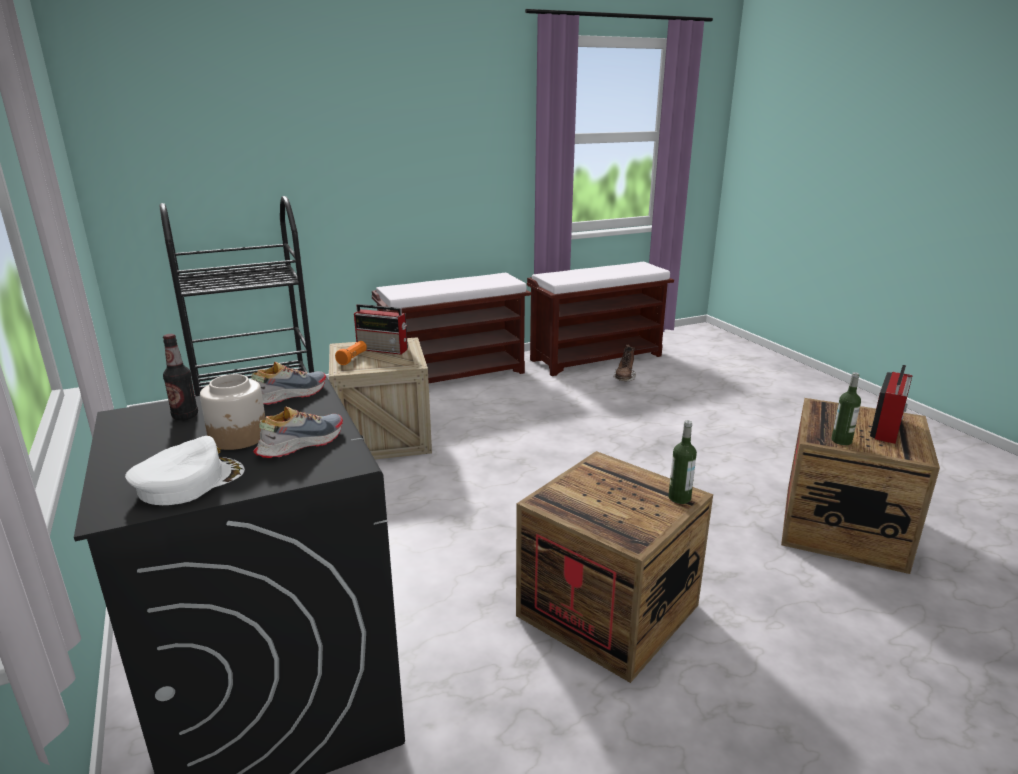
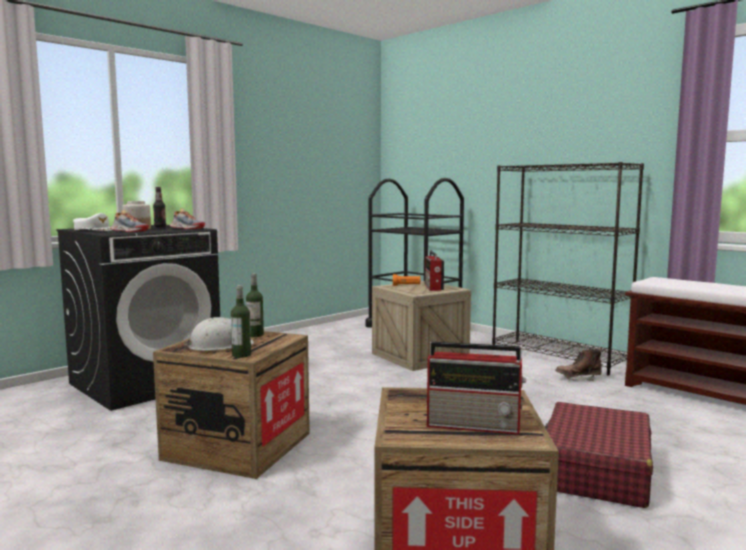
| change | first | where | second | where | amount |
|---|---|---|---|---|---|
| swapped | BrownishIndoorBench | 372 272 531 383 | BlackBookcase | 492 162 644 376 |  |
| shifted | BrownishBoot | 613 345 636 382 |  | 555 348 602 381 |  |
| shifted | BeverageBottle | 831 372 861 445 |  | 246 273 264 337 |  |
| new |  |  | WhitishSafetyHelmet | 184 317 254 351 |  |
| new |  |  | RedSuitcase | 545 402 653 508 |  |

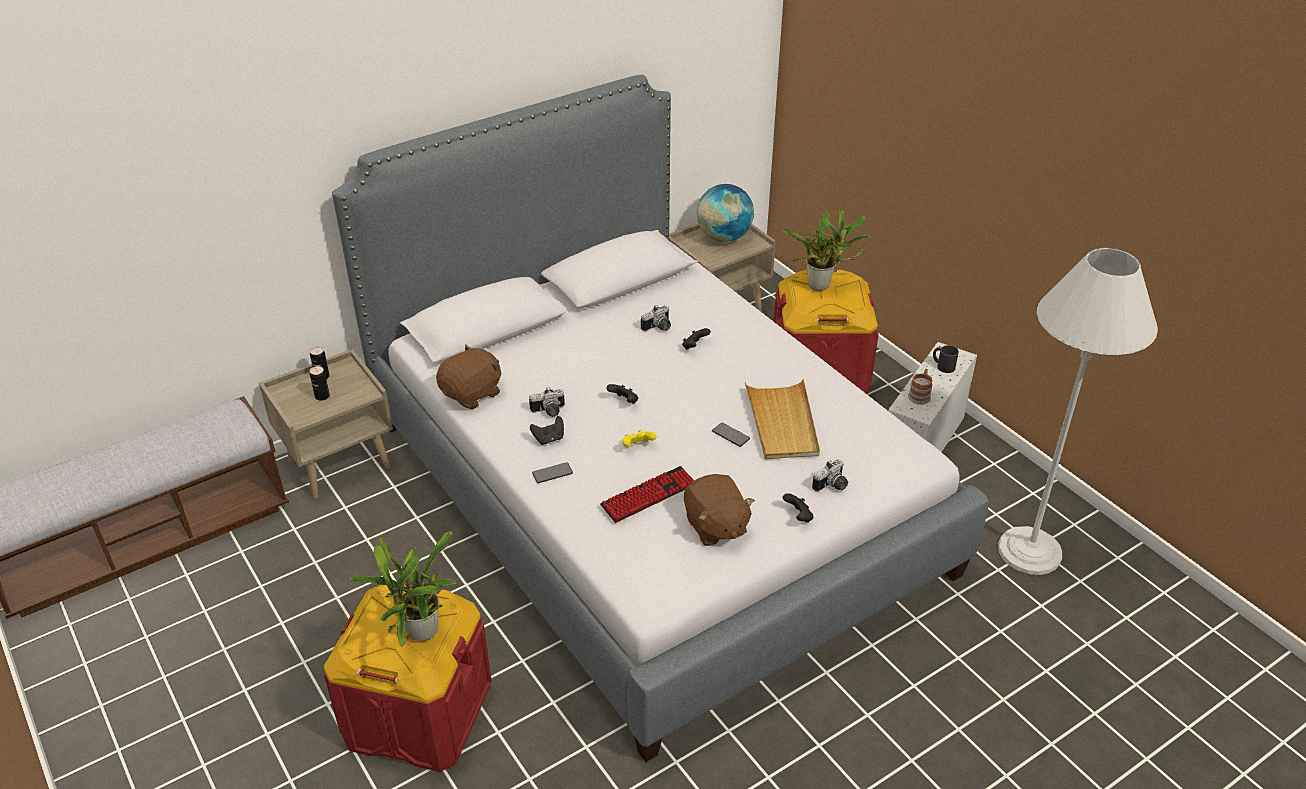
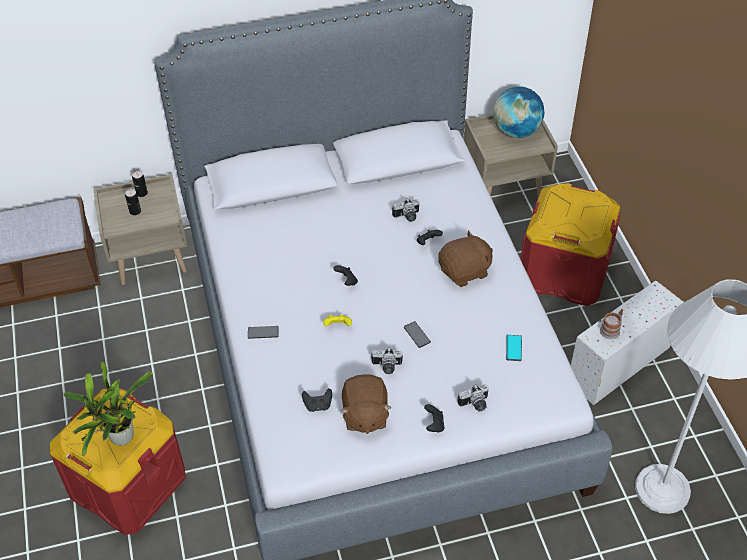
| change | first | where | second | where | amount |
|---|---|---|---|---|---|
| gone | PottedPlant | 777 209 875 291 |  |  |  |
| shifted | BrownishPlushToy | 436 344 501 409 |  | 438 230 493 287 |  |
| gone | BlackCoffeeMug | 933 345 959 373 |  |  |  |
| gone | BeigeServingTray | 745 379 820 459 |  |  |  |
| shifted | StillCamera | 529 387 565 417 |  | 371 347 403 374 |  |
| shifted | BlackJoypad | 530 416 564 445 |  | 302 388 332 412 |  |
| gone | Keyboard | 600 466 694 523 |  |  |  |
| new |  |  | Handset | 506 335 522 361 |  |

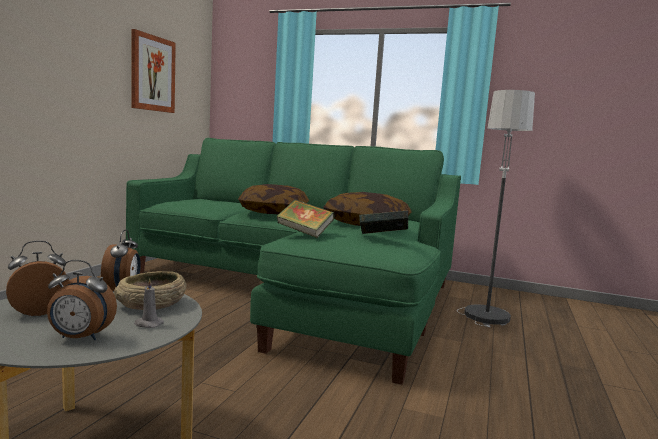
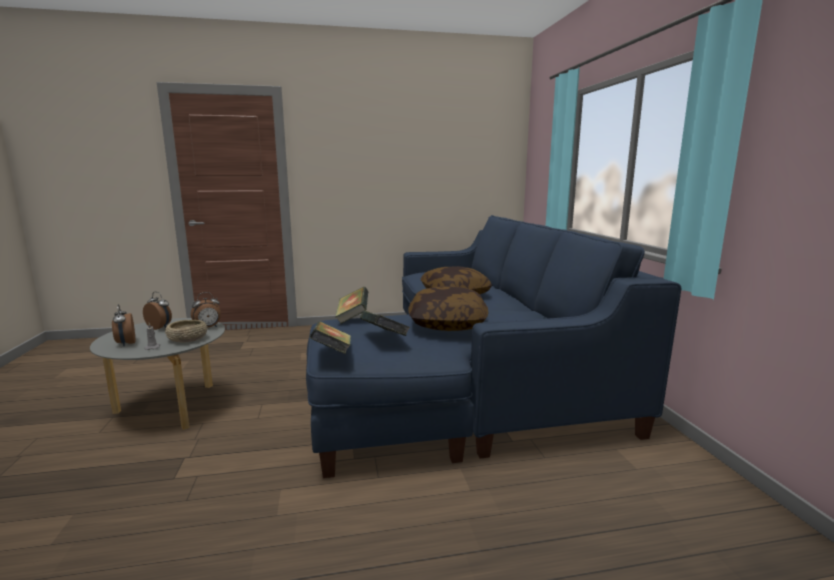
| change | first | where | second | where | amount |
|---|---|---|---|---|---|
| gone | WallArt | 131 29 176 113 |  |  |  |
| gone | StandardLamp | 457 90 535 327 |  |  |  |
| repainted | GreenishSettee | 126 138 461 385 | BlueColouredSettee | 306 215 681 478 |  |
| new |  |  | BoundBook | 310 321 351 354 |  |

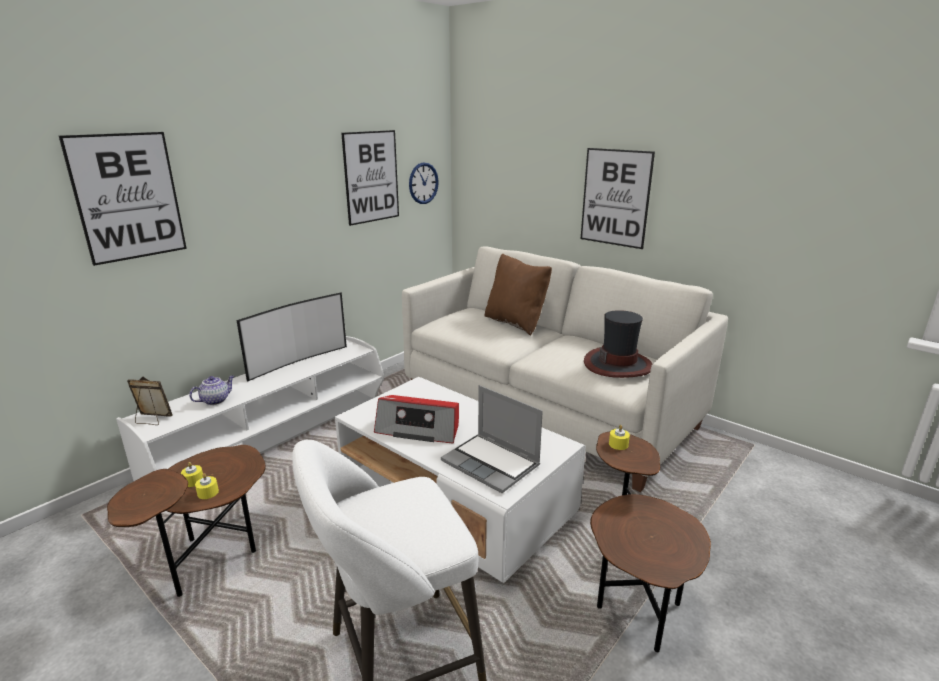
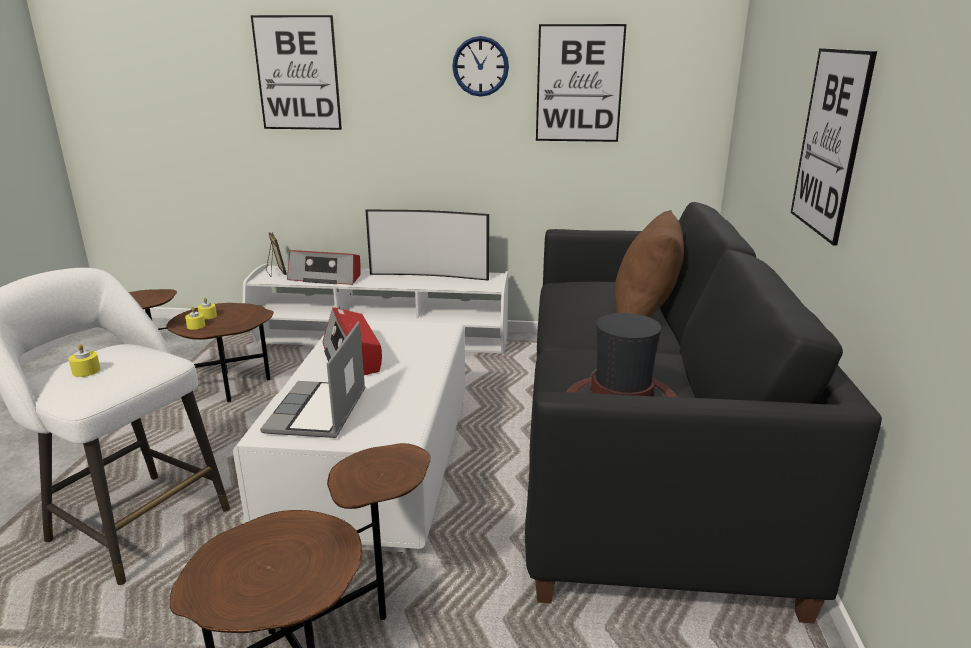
| change | first | where | second | where | amount |
|---|---|---|---|---|---|
| shifted | HangingClock | 409 162 439 204 |  | 452 36 509 97 |  |
| repainted | WhitishSettee | 402 247 728 492 | BlackSettee | 525 202 882 623 |  |
| swapped | TeaPot | 189 375 234 405 | Radio | 287 250 361 285 |  |
| shifted | YellowColouredCandle | 609 425 630 450 |  | 68 344 101 377 |  |

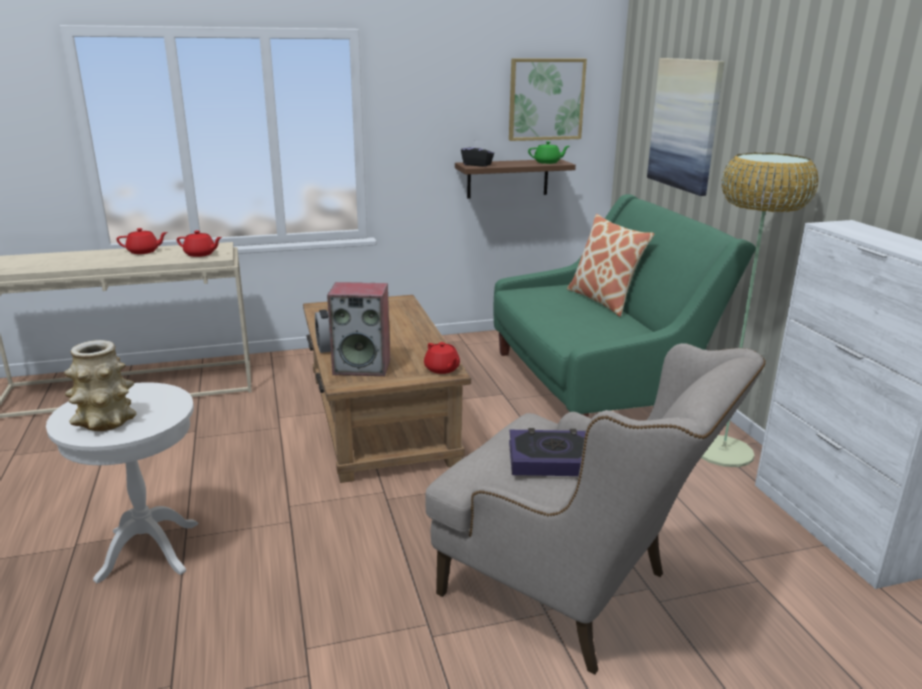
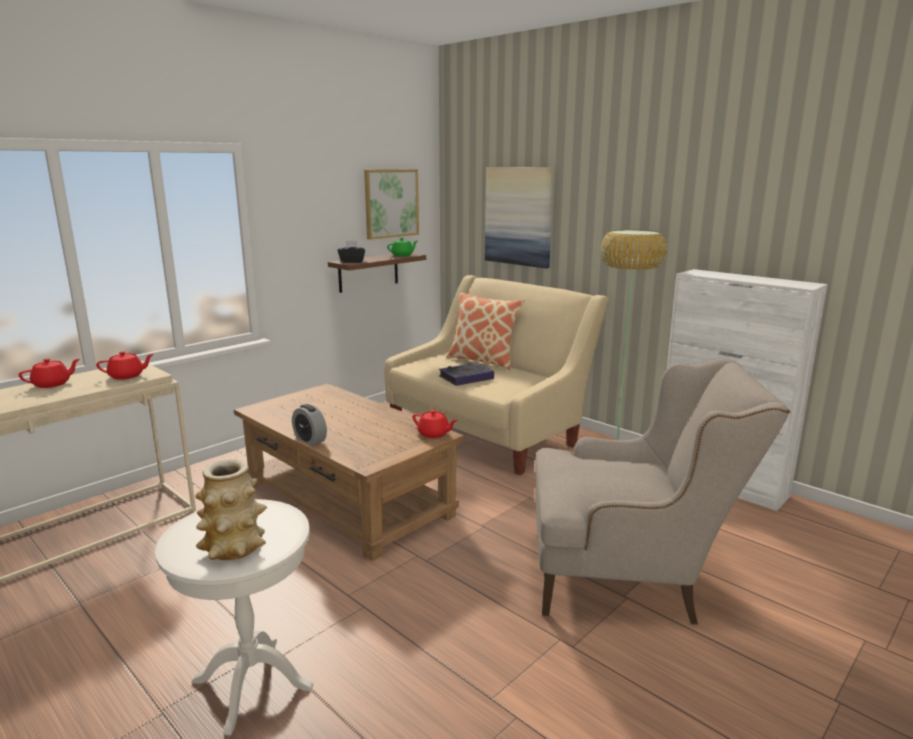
| change | first | where | second | where | amount |
|---|---|---|---|---|---|
| repainted | GreenishSettee | 494 194 756 417 | BeigeSettee | 384 275 609 475 |  |
| gone | AudioSpeaker | 327 282 390 376 |  |  |  |
| shifted | BoundBook | 509 428 586 476 |  | 439 363 494 386 |  |

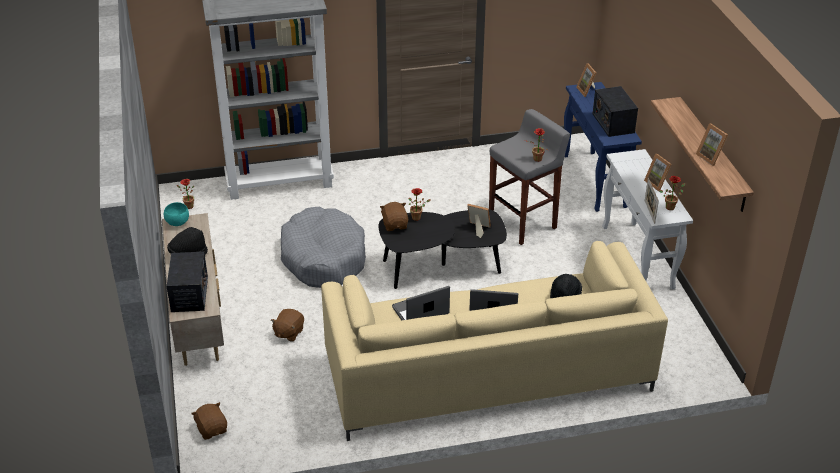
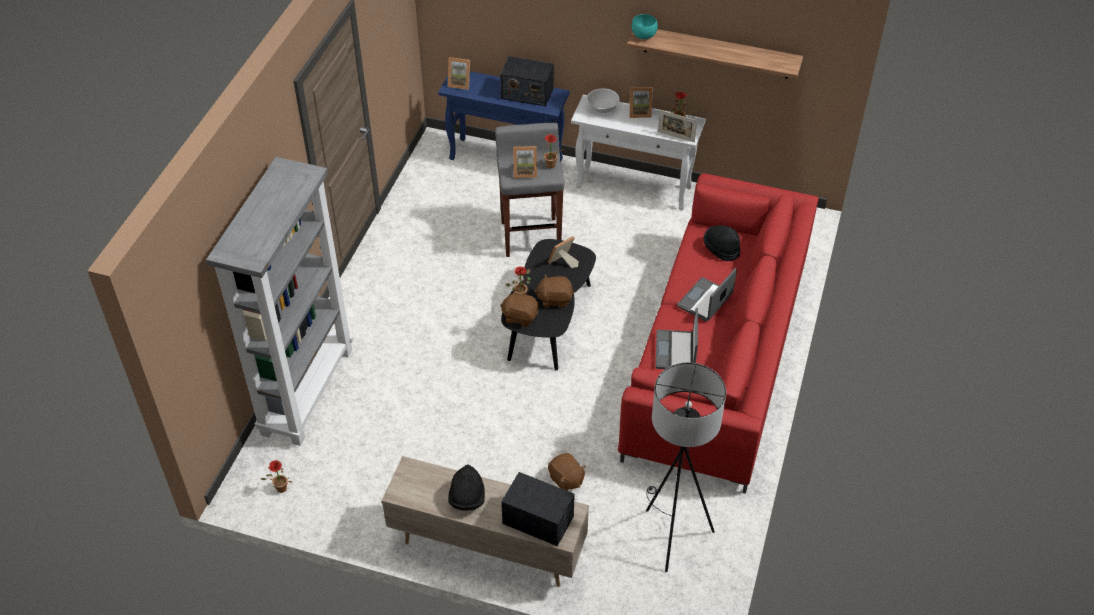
| change | first | where | second | where | amount |
|---|---|---|---|---|---|
| shifted | StandingFrame | 696 123 728 166 |  | 513 146 537 178 |  |
| shifted | BlueGreenDeepDish | 164 202 189 226 |  | 632 14 658 39 |  |
| gone | GrayDogCushion | 281 207 366 288 |  |  |  |
| repainted | BeigeSettee | 321 241 668 441 | RedSettee | 618 174 819 494 |  |
| shifted | BrownishPlushToy | 191 402 227 440 |  | 534 274 574 308 |  |
| new |  |  | WhitishDeepDish | 587 88 620 113 |  |
| new |  |  | GrayStandardLamp | 646 362 726 572 |  |

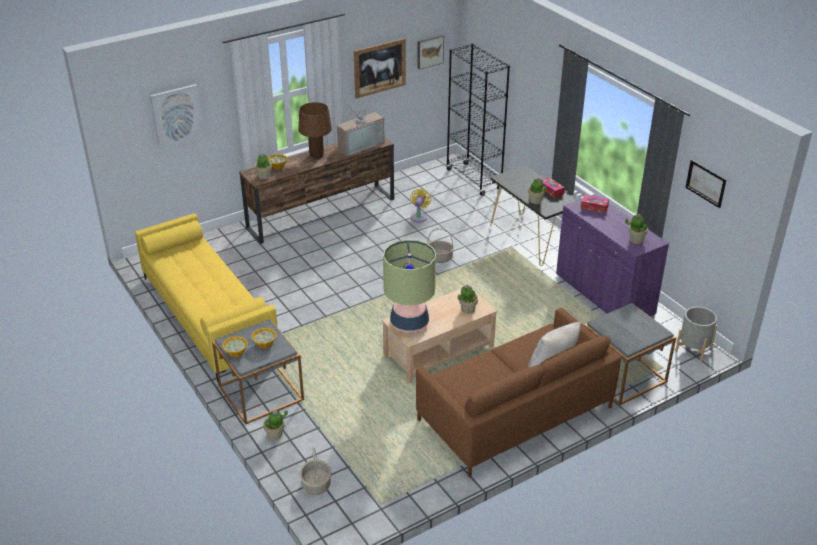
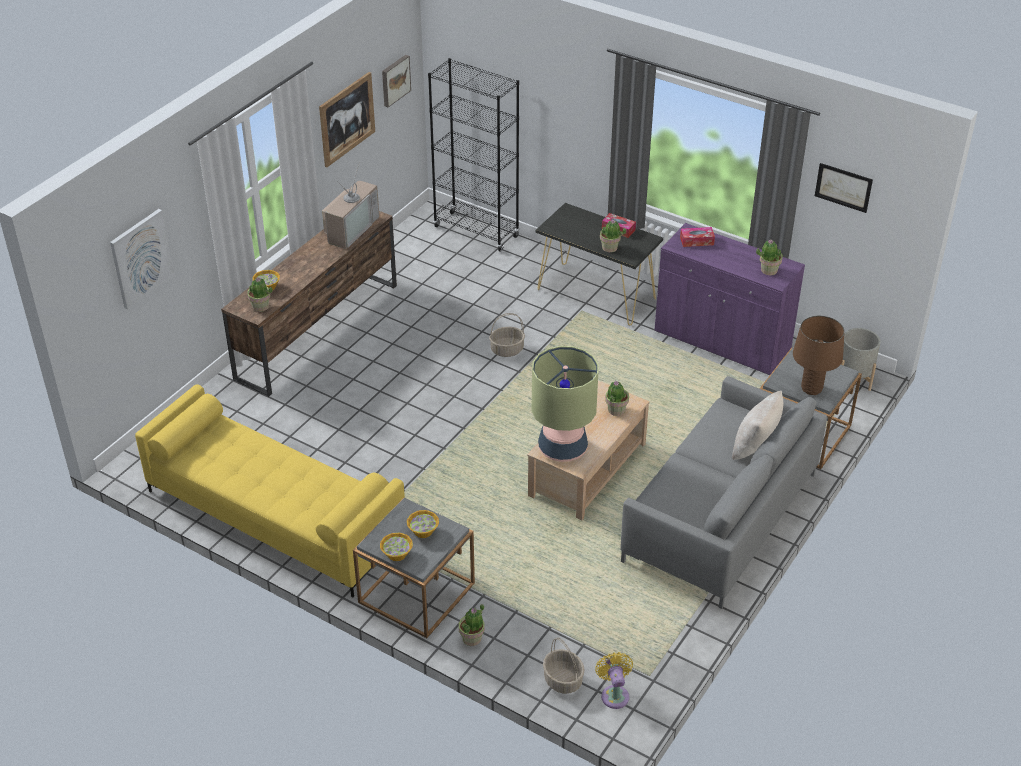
| change | first | where | second | where | amount |
|---|---|---|---|---|---|
| shifted | BrownishLampForATable | 299 102 332 159 |  | 793 316 845 395 |  |
| shifted | YellowColouredFan | 410 189 431 222 |  | 595 652 633 709 |  |
| repainted | BrownishSettee | 416 308 622 477 | GraySettee | 620 376 827 609 |  |

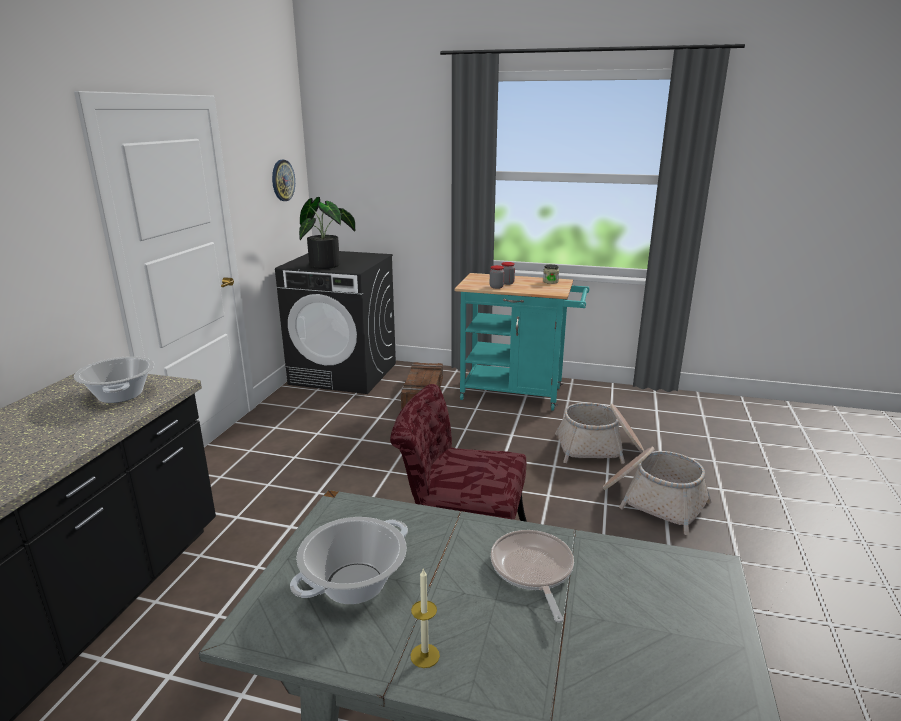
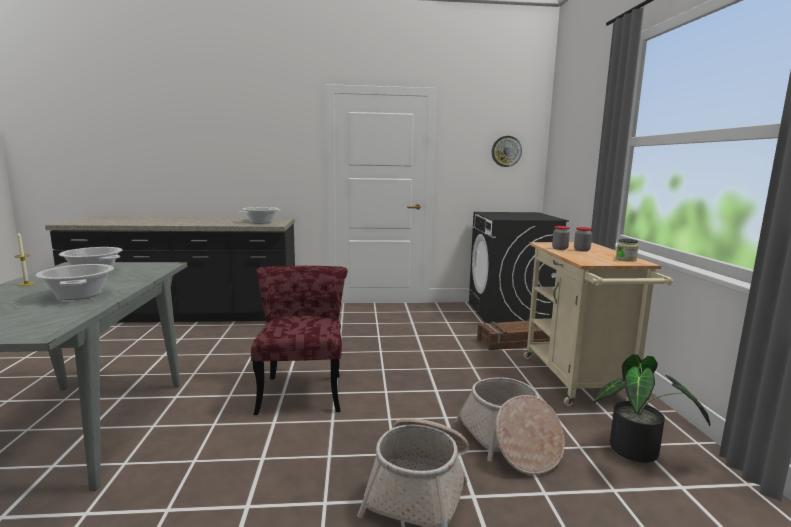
| change | first | where | second | where | amount |
|---|---|---|---|---|---|
| shifted | PottedPlant | 299 197 355 269 |  | 594 354 711 463 |  |
| repainted | BlueGreenTrolley | 455 273 589 411 | BeigeTrolley | 524 242 673 406 |  |
| swapped | Skillet | 491 530 574 622 | CookingPot | 36 264 114 300 |  |

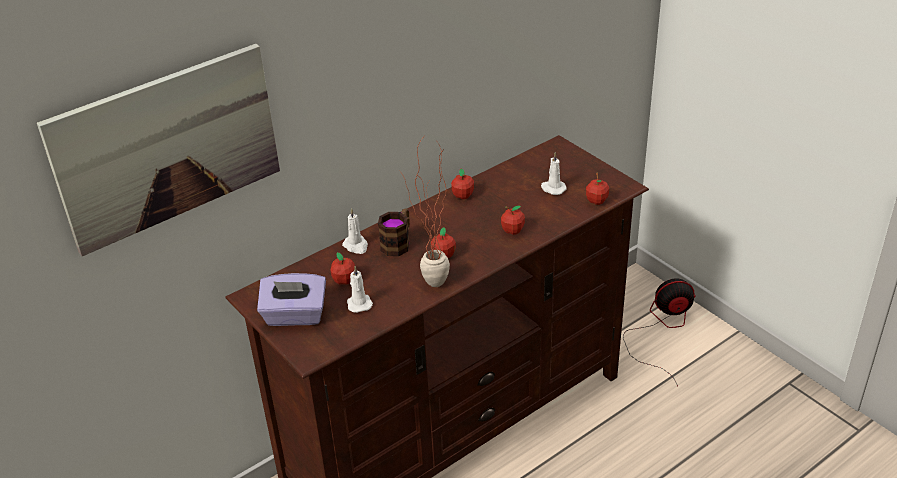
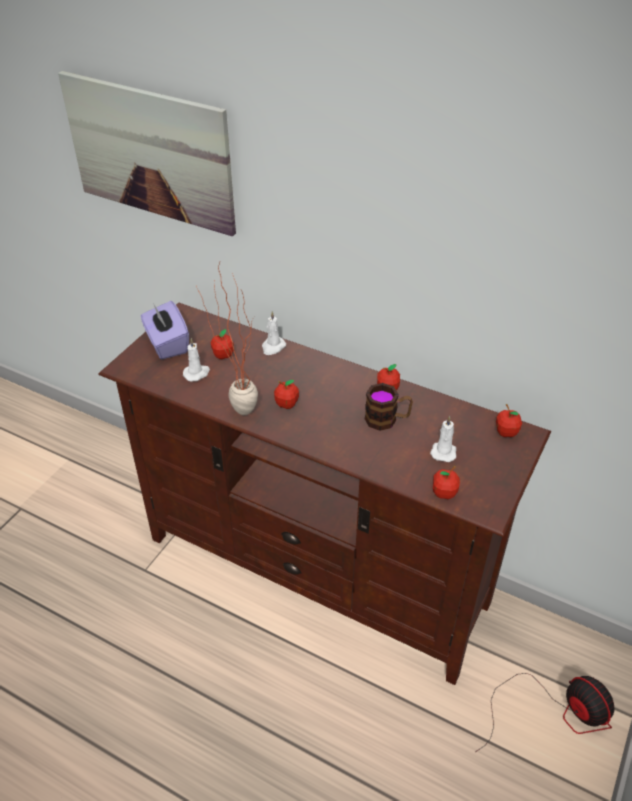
| change | first | where | second | where | amount |
|---|---|---|---|---|---|
| shifted | Apple | 501 206 525 235 |  | 496 404 522 437 |  |
| shifted | CoffeeMug | 378 208 410 256 |  | 365 383 413 431 |  |

